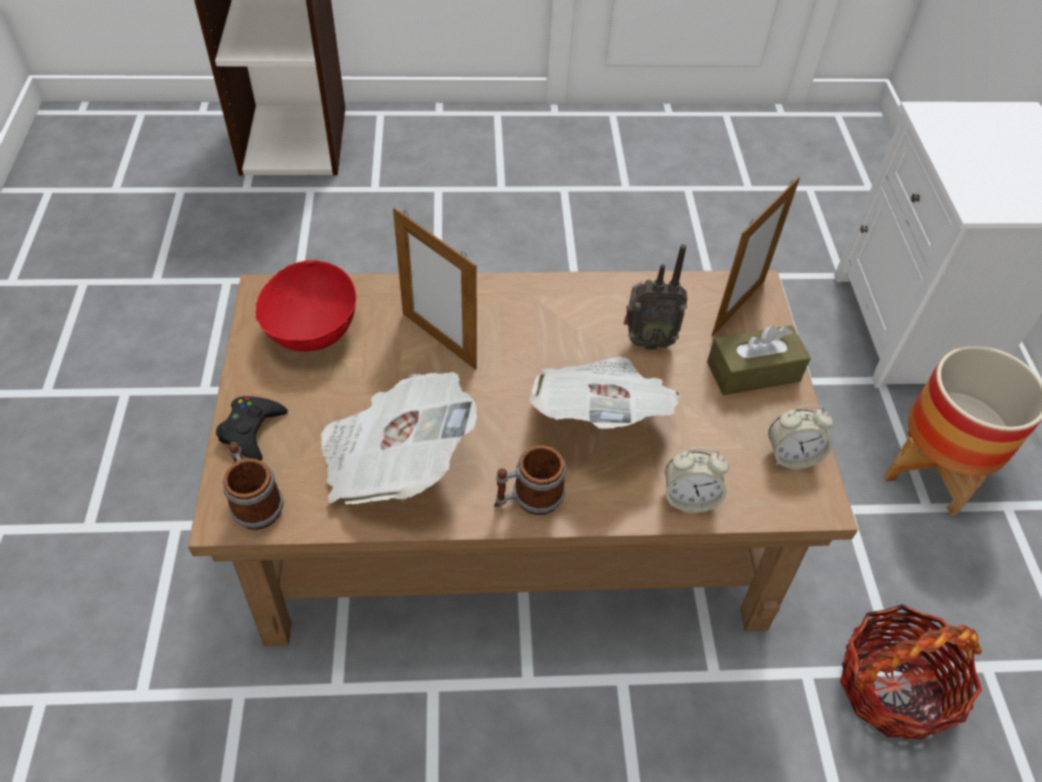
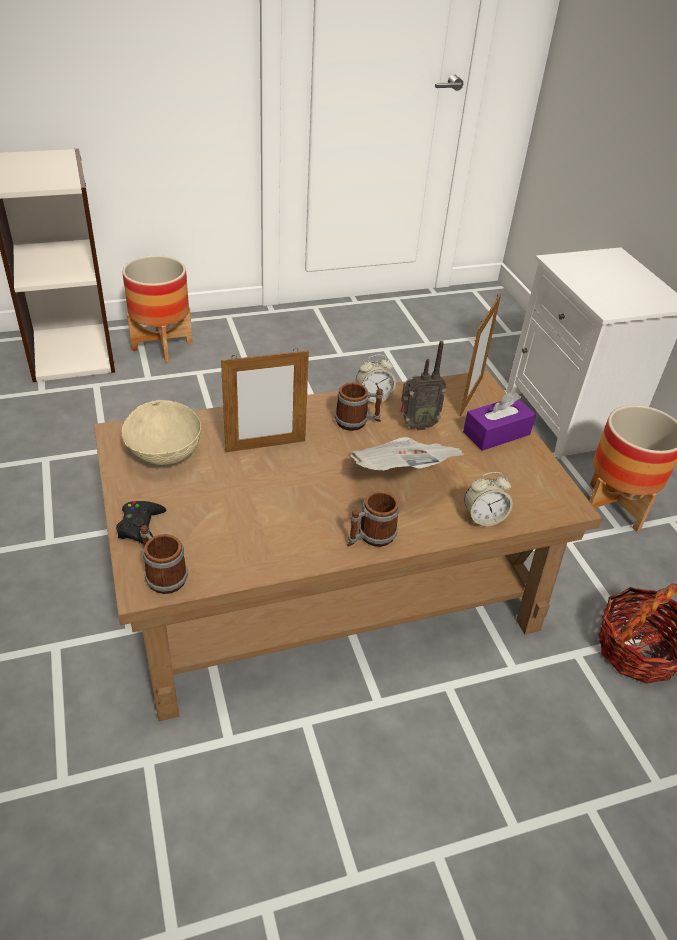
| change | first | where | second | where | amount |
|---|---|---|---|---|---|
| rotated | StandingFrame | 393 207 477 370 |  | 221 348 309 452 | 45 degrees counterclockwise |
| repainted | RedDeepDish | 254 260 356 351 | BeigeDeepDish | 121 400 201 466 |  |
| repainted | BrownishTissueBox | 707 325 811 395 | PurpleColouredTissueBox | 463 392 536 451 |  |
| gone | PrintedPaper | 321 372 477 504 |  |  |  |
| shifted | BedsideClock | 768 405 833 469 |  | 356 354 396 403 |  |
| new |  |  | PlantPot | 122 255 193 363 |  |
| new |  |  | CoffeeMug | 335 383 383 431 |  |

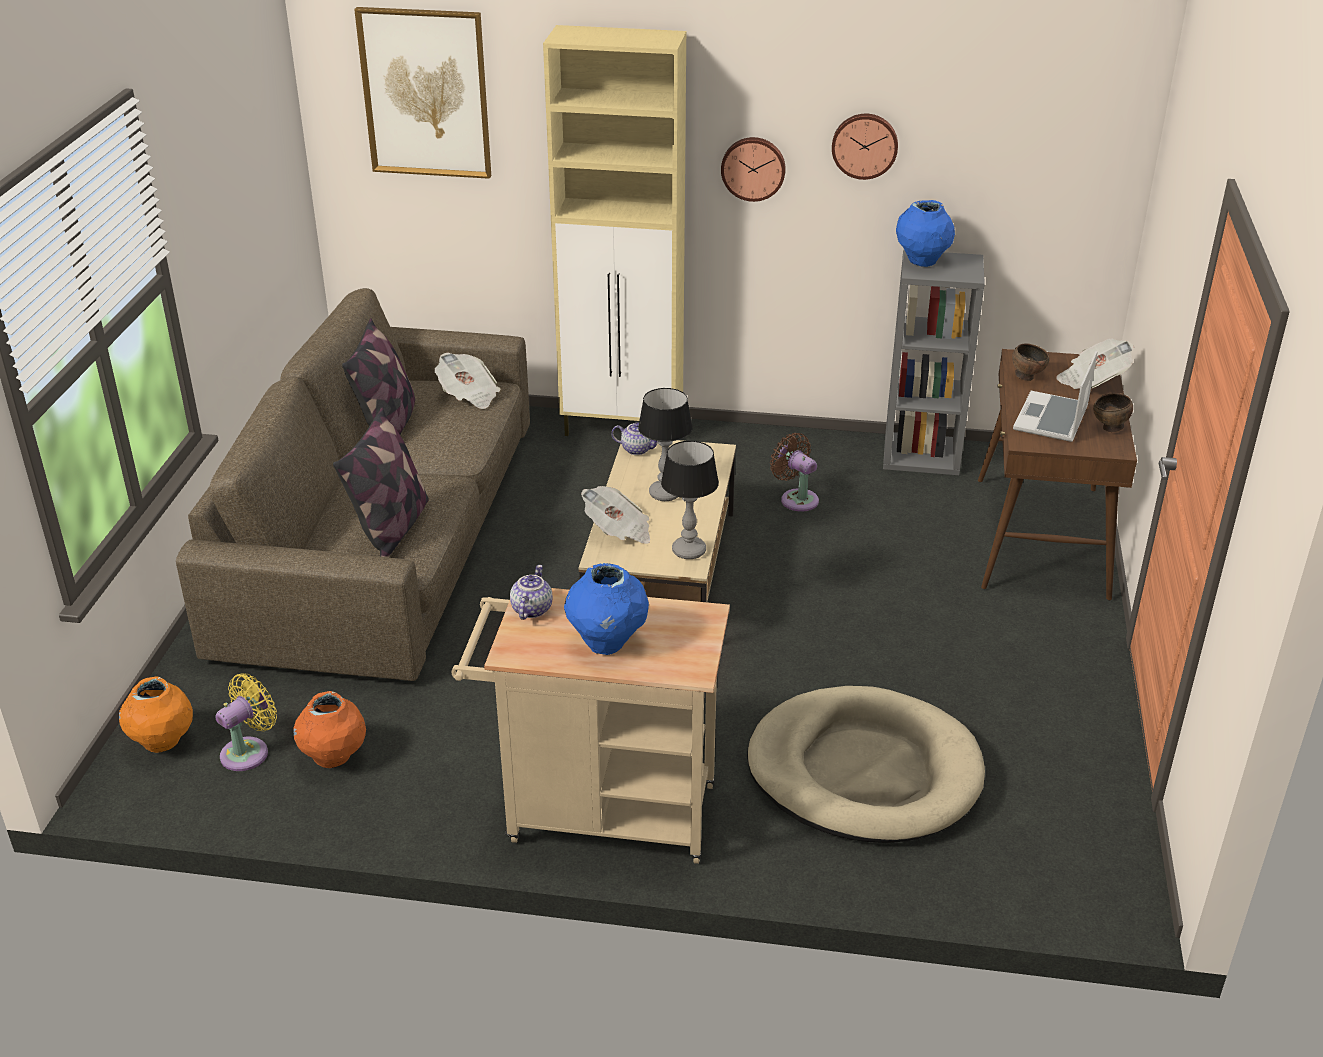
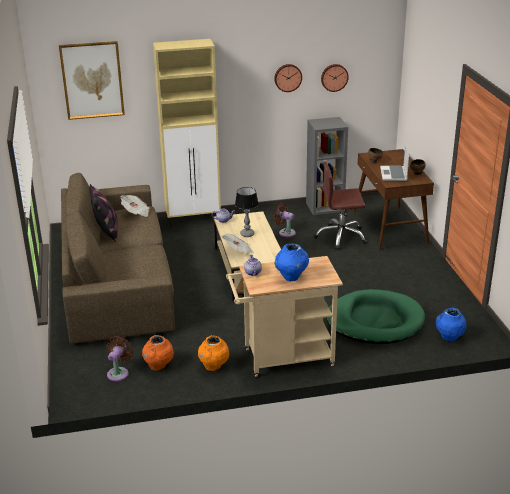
| change | first | where | second | where | amount |
|---|---|---|---|---|---|
| shifted | HangingClock | 721 137 786 202 |  | 321 64 349 92 |  |
| shifted | BlueColouredFlowerVase | 896 200 955 267 |  | 436 308 466 341 |  |
| gone | PrintedPaper | 1056 338 1135 389 |  |  |  |
| gone | Pillow | 333 408 429 557 |  |  |  |
| gone | LampForATable | 661 441 719 559 |  |  |  |
| repainted | YellowColouredFan | 215 673 277 771 | BrownishFan | 107 336 133 381 |  |
| shifted | OrangeyFlowerVase | 119 676 193 753 |  | 198 335 229 371 |  |
| repainted | BeigeDogCushion | 747 686 985 843 | GreenishDogCushion | 326 289 425 344 |  |
| new |  |  | BrownishDeskChair | 314 162 367 250 |  |

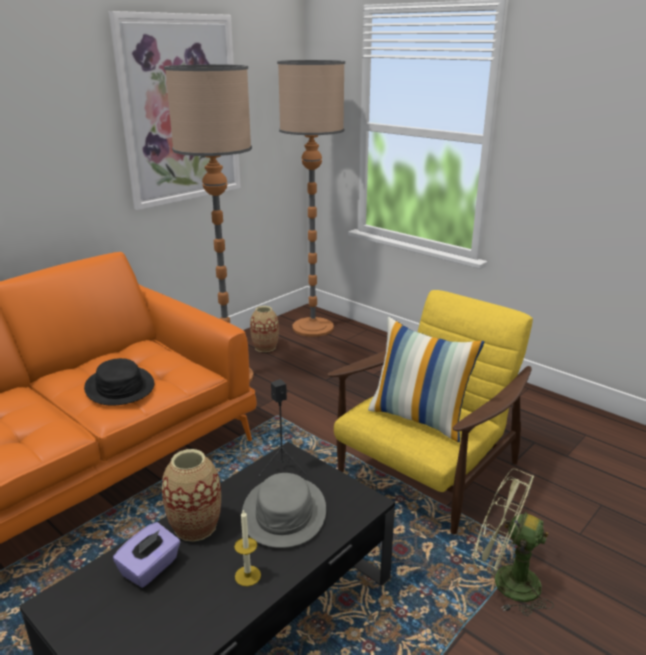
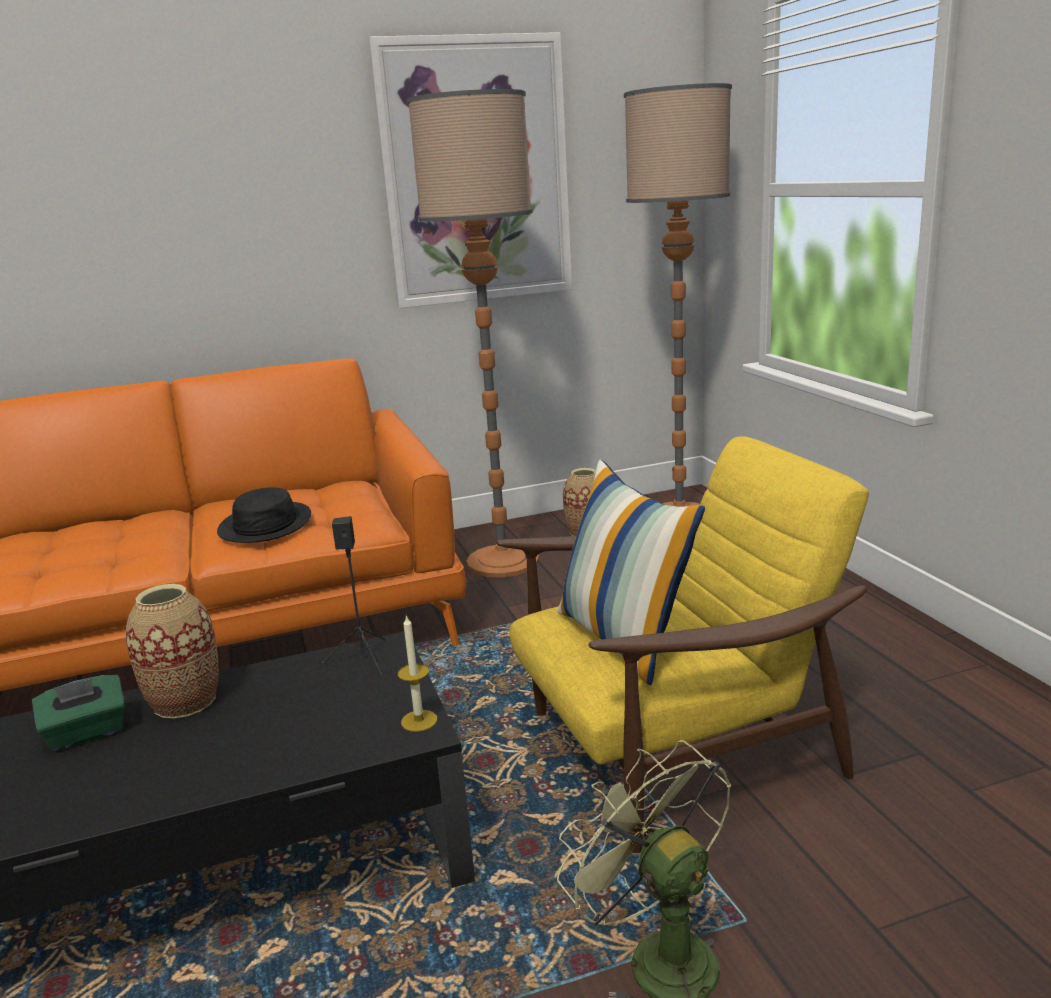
| change | first | where | second | where | amount |
|---|---|---|---|---|---|
| gone | GrayWearableHat | 242 473 326 548 |  |  |  |
| shifted | Candle | 234 509 261 586 |  | 398 614 438 732 |  |
| repainted | PurpleColouredTissueBox | 113 522 181 588 | GreenishTissueBox | 32 675 125 751 |  |

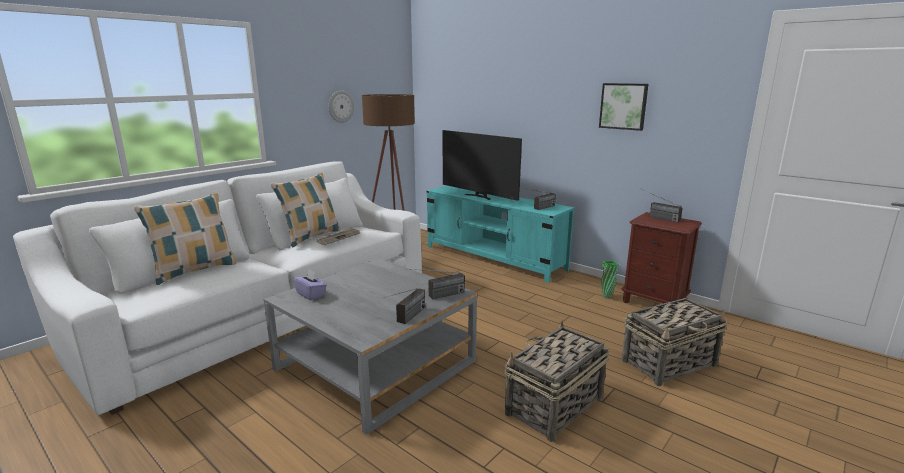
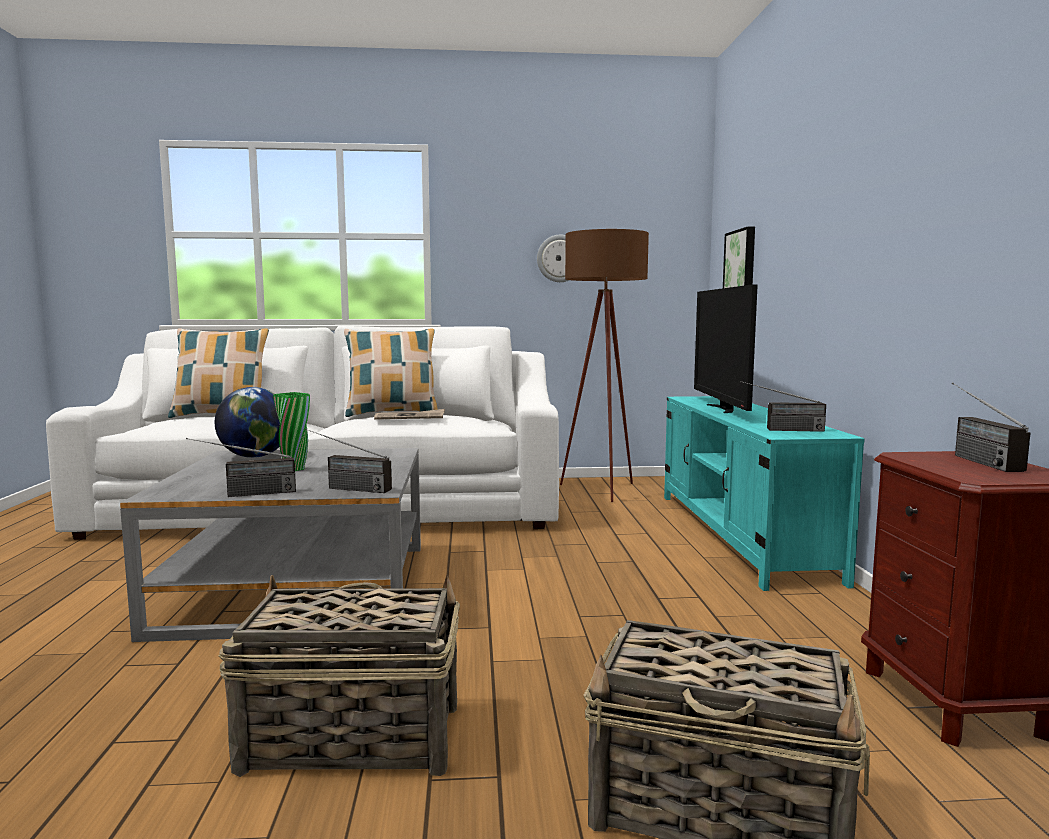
| change | first | where | second | where | amount |
|---|---|---|---|---|---|
| shifted | WallArt | 599 83 648 131 |  | 723 227 755 288 |  |
| shifted | GreenishFlowerVase | 601 261 619 298 |  | 273 392 310 471 |  |
| swapped | PurpleColouredTissueBox | 293 270 327 300 | DeskGlobe | 215 387 280 458 |  |

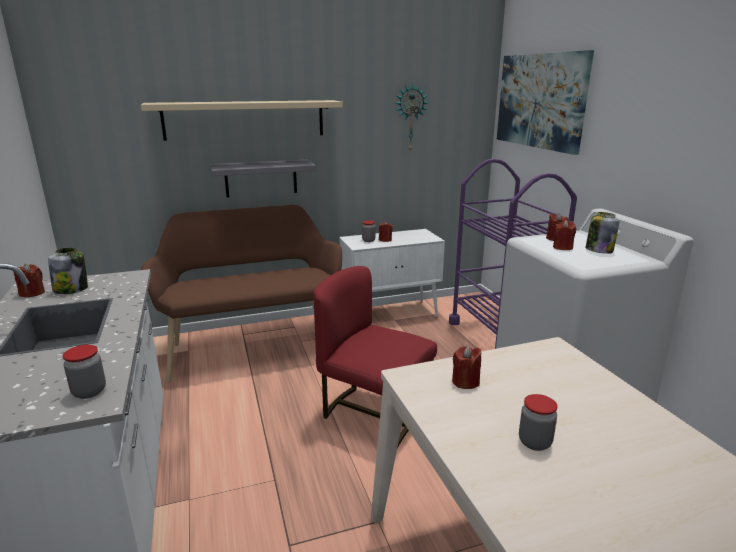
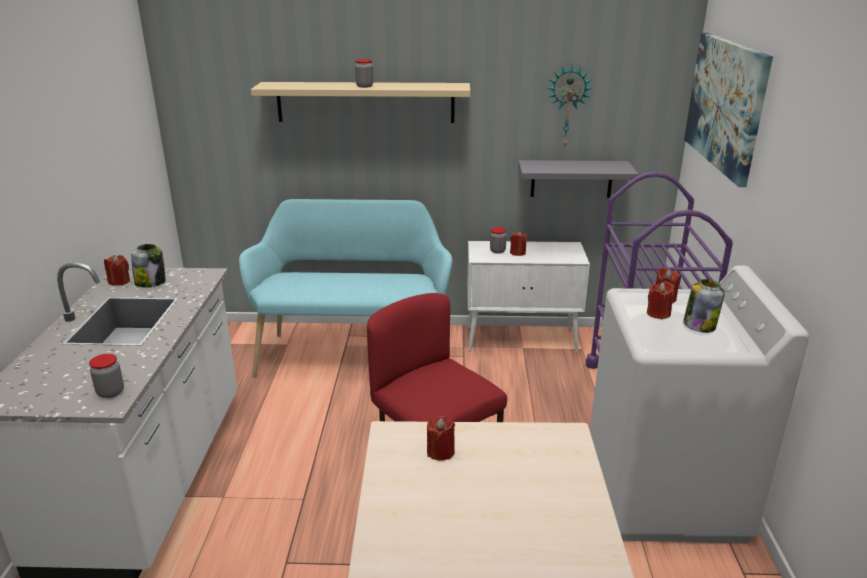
| change | first | where | second | where | amount |
|---|---|---|---|---|---|
| shifted | GrayBracketShelf | 210 160 316 197 |  | 518 160 639 198 |  |
| repainted | BrownishIndoorBench | 141 205 342 383 | BlueGreenIndoorBench | 239 199 453 377 |  |
| shifted | StorageJar | 519 394 558 451 |  | 355 59 373 88 |  |

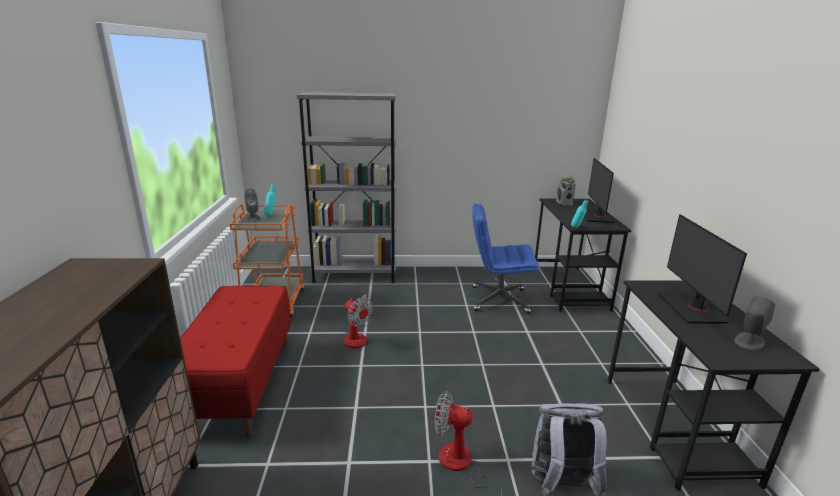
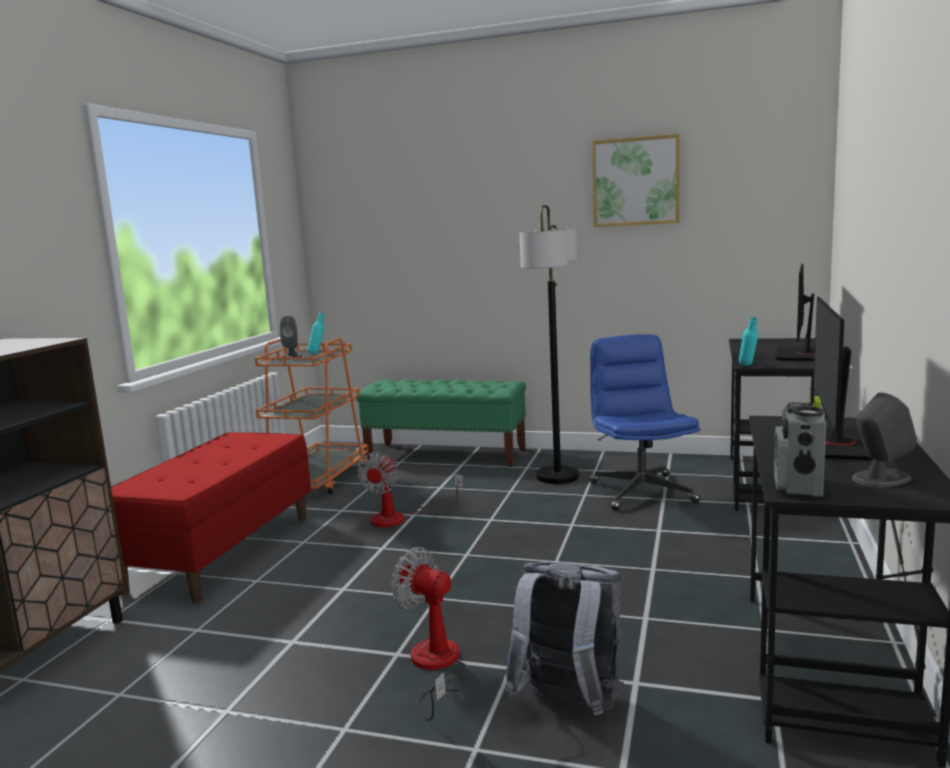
| change | first | where | second | where | amount |
|---|---|---|---|---|---|
| swapped | GrayBookcase | 297 92 396 283 | GreenishIndoorBench | 356 379 526 467 |  |
| shifted | Radio | 556 176 576 206 |  | 774 396 826 497 |  |
| rotated | BlueColouredDeskChair | 472 204 539 314 |  | 589 334 700 511 | 60 degrees clockwise |
| rotated | Fan | 343 294 373 348 |  | 357 452 463 527 | 45 degrees clockwise |
| new |  |  | WallArt | 592 134 680 227 |  |
| new |  |  | StandardLamp | 519 205 579 484 |  |

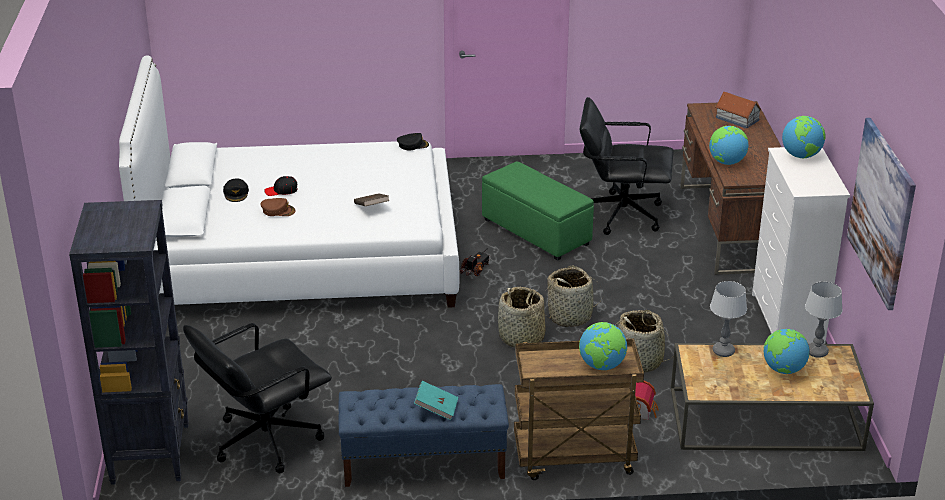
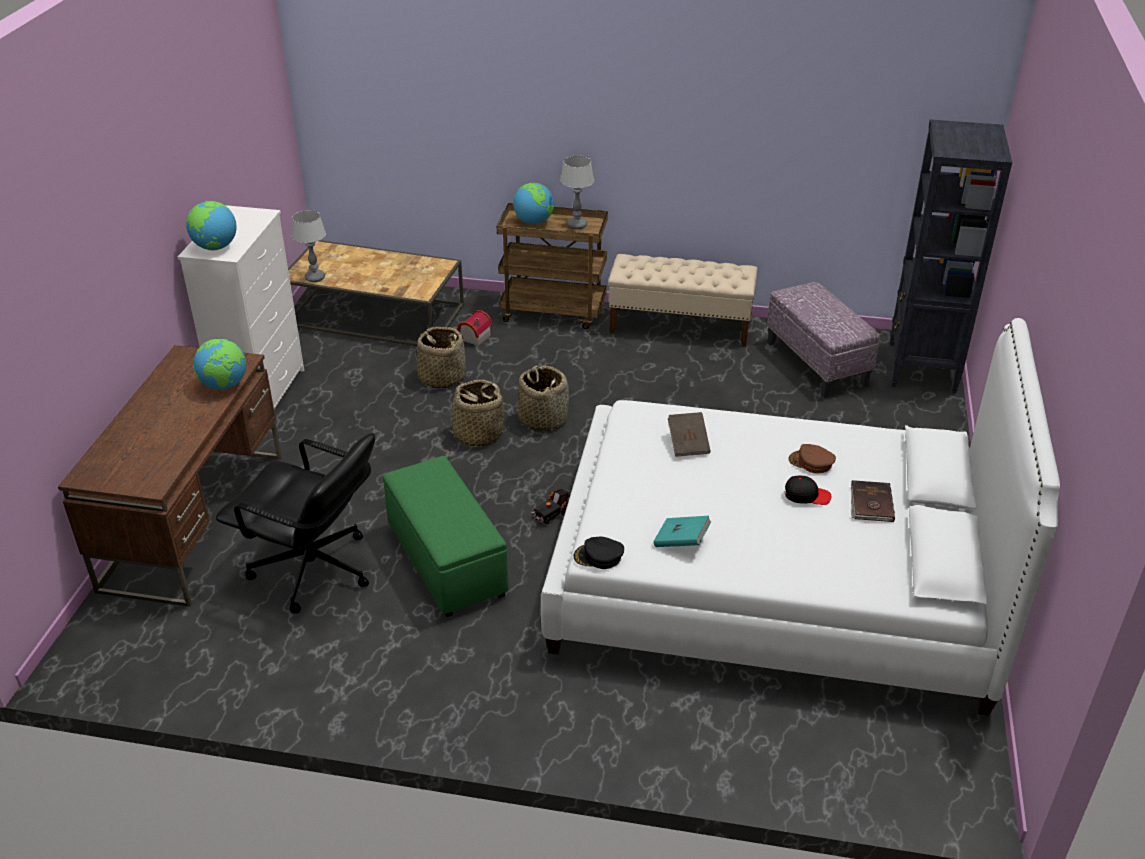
| change | first | where | second | where | amount |
|---|---|---|---|---|---|
| gone | ModelHouse | 716 92 762 129 |  |  |  |
| gone | WallArt | 847 118 916 310 |  |  |  |
| swapped | BlackCap | 223 179 249 202 | BrownishBoundBook | 851 480 895 522 |  |
| shifted | LampForATable | 710 281 747 357 |  | 560 156 594 229 |  |
| swapped | BlackDeskChair | 183 323 332 473 | Pouffe | 767 282 880 398 |  |
| gone | DeskGlobe | 764 329 810 374 |  |  |  |
| shifted | BlueGreenBoundBook | 414 381 458 420 |  | 653 516 712 547 |  |
| repainted | BlueColouredIndoorBench | 339 384 509 487 | BeigeIndoorBench | 608 254 757 347 |  |

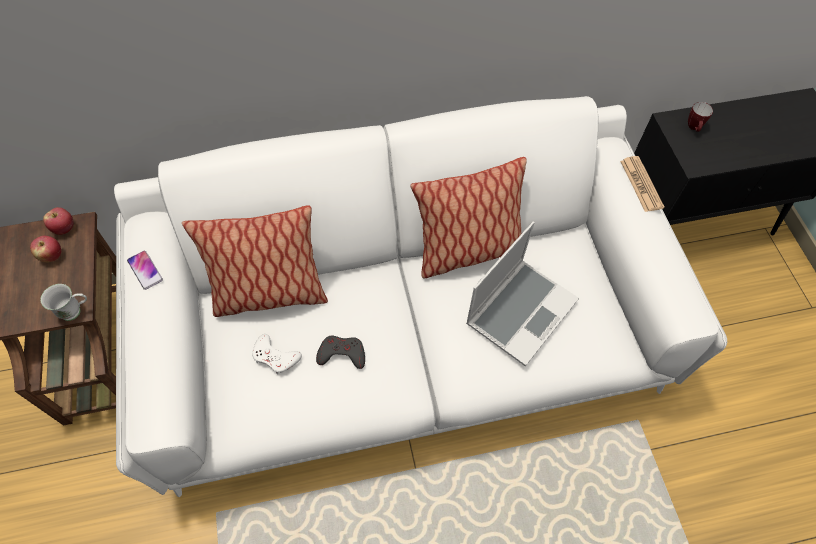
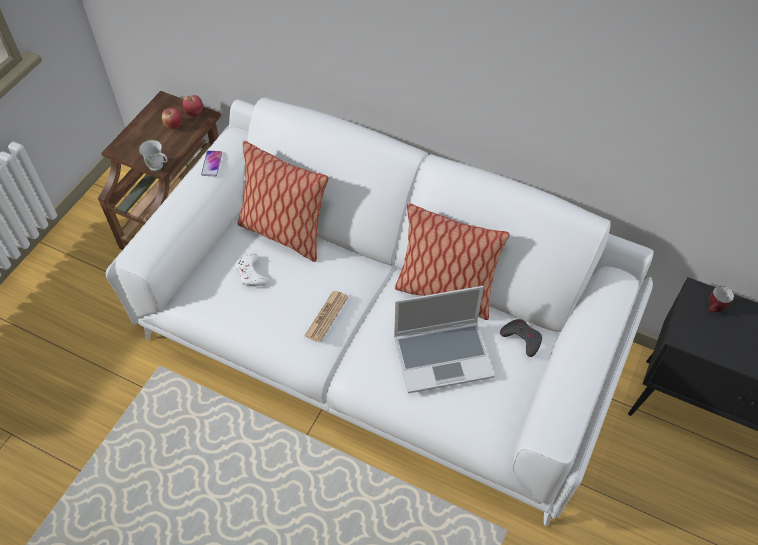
| change | first | where | second | where | amount |
|---|---|---|---|---|---|
| shifted | PrintedPaper | 620 156 664 212 |  | 305 291 348 343 |  |
| shifted | GrayJoypad | 316 336 365 369 |  | 500 319 542 357 |  |

